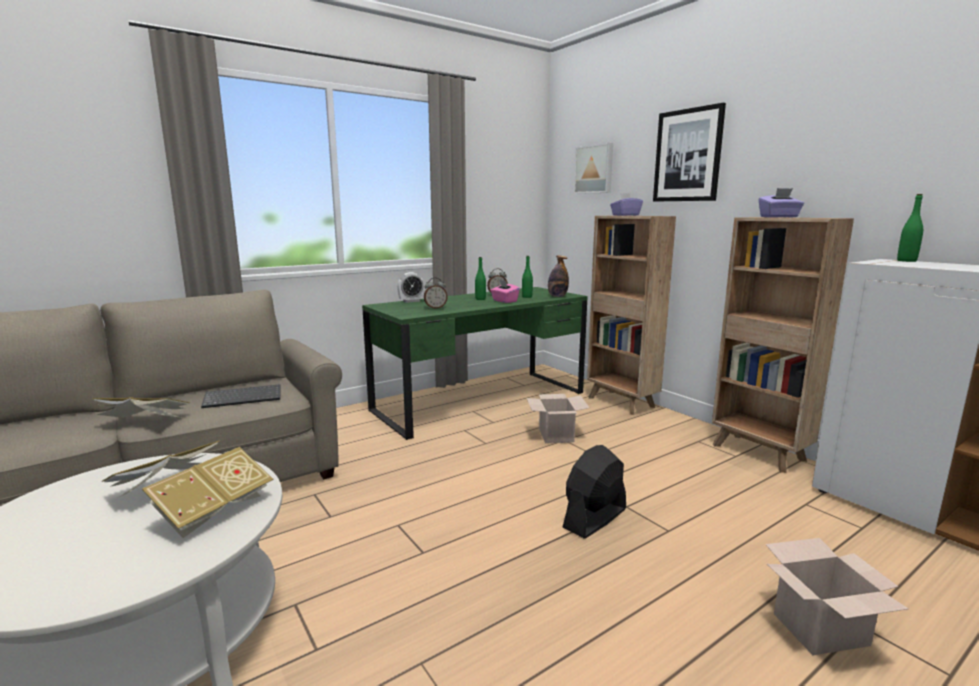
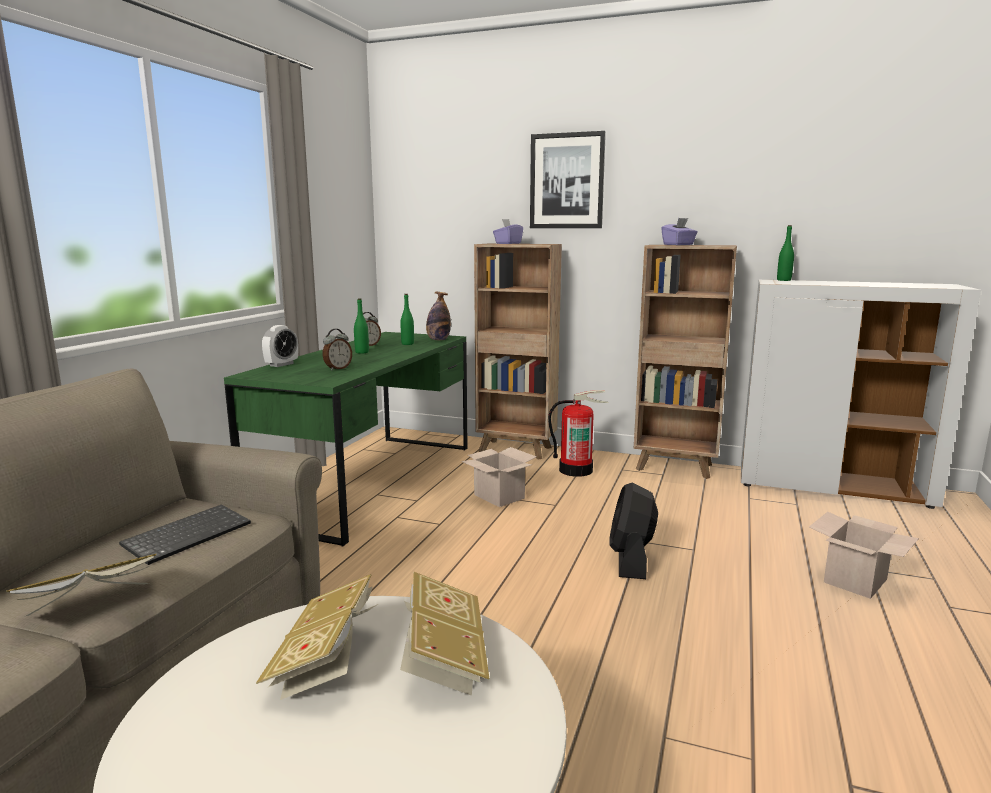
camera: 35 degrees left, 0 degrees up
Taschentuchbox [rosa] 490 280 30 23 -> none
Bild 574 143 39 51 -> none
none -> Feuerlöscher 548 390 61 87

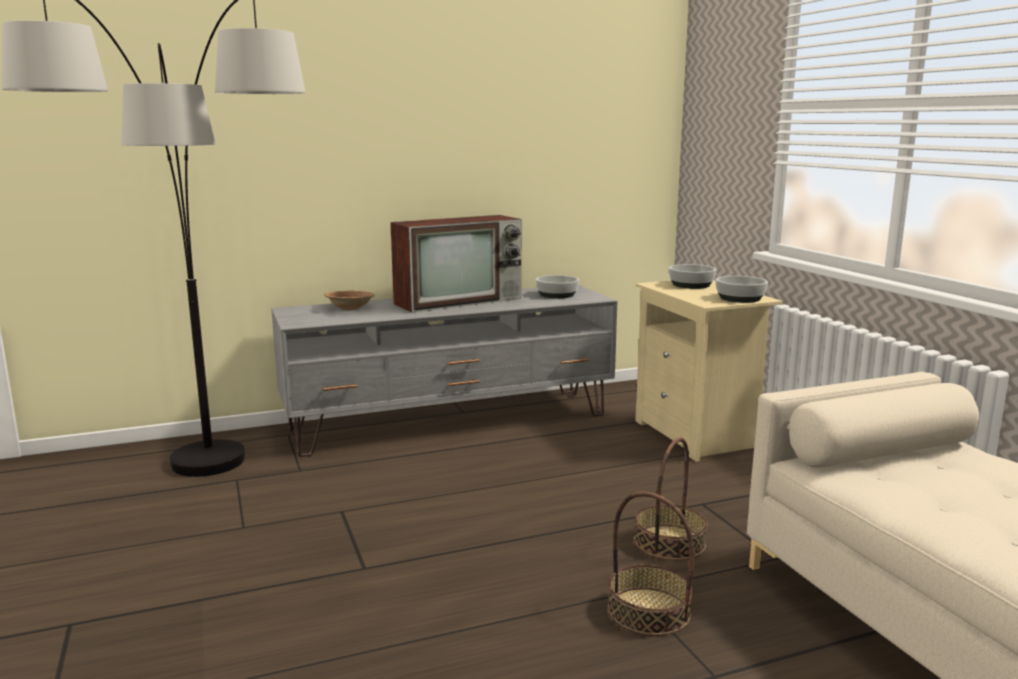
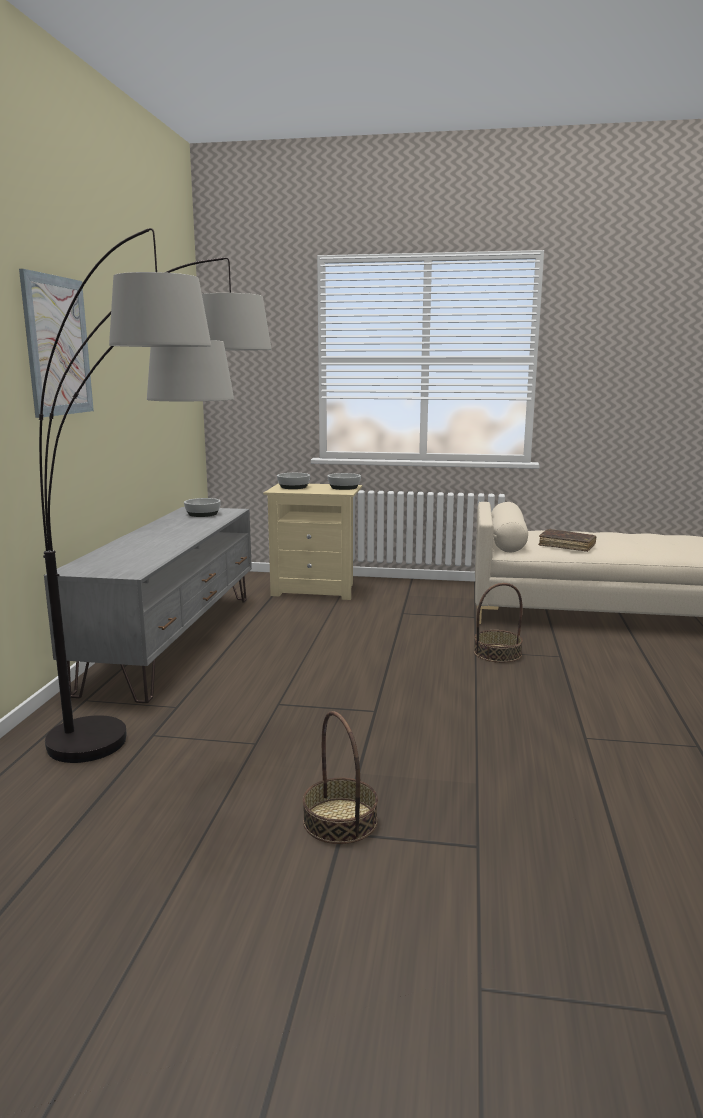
camera: 60 degrees left, 0 degrees up
Schüssel [braun] 324 290 51 20 -> none
Fernseher 391 215 130 98 -> none
Korb 634 437 74 124 -> Korb 303 711 75 133, relocated
none -> Bild 19 269 75 149
none -> Buch [braun] 538 529 58 23

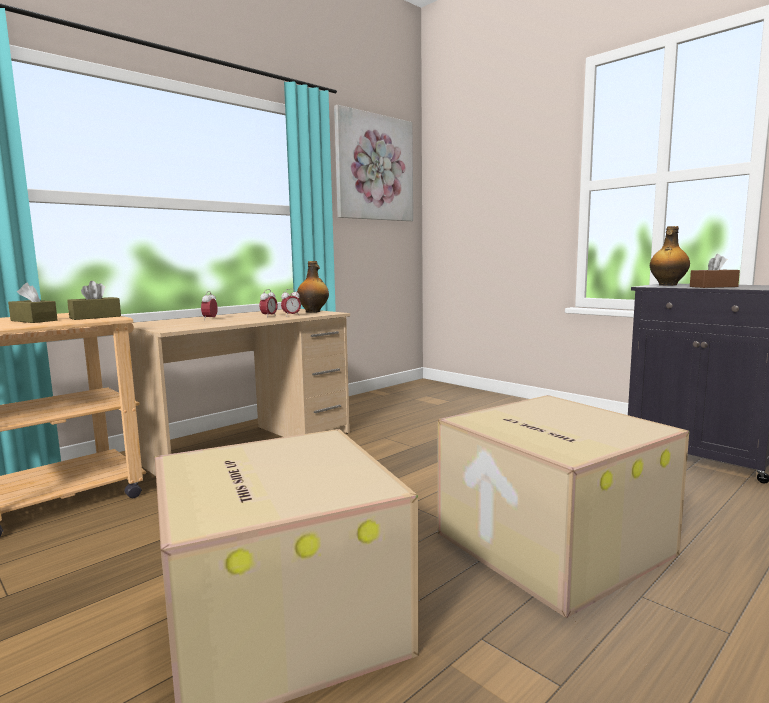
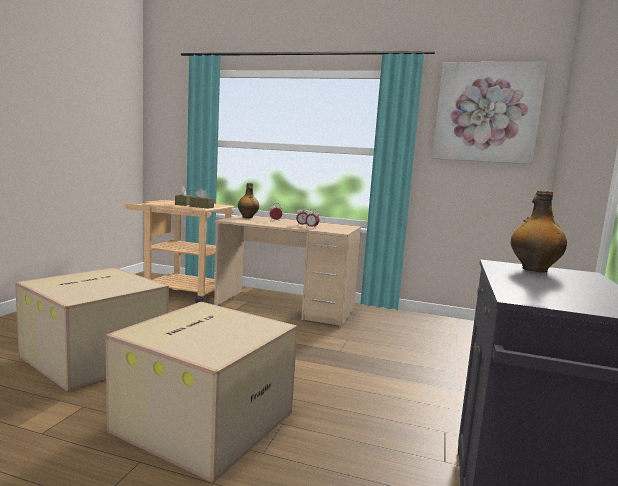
camera: 60 degrees right, 0 degrees up
Flasche 297 261 32 52 -> Flasche 238 183 21 35, relocated
Taschentuchbox [braun] 690 254 50 34 -> none

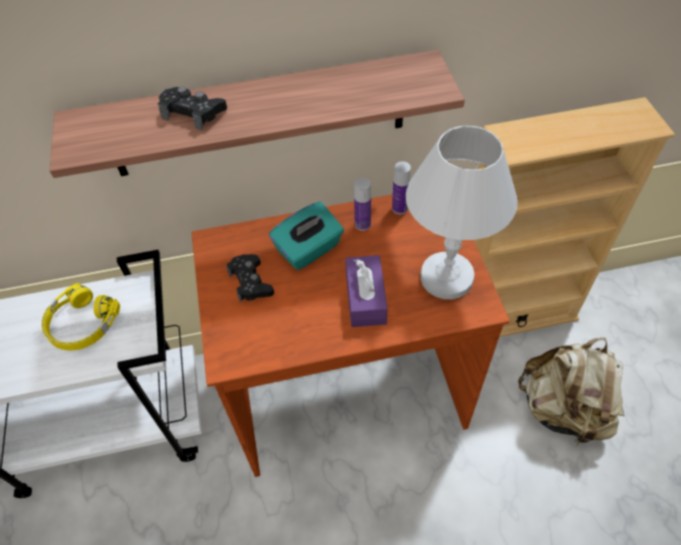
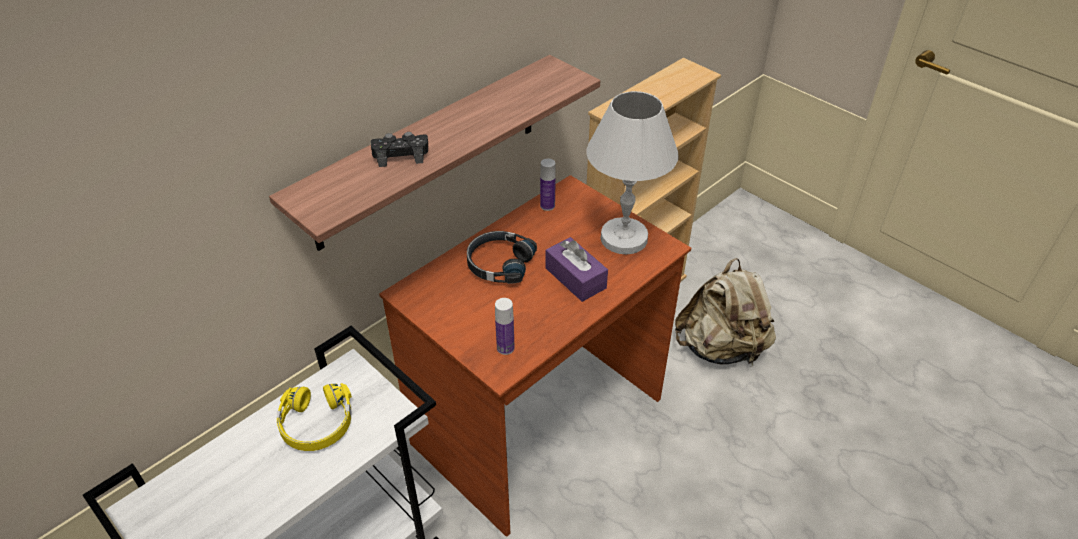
camera: 35 degrees left, 10 degrees down
Gamepad [schwarz] 226 254 48 48 -> none
Taschentuchbox [türkis] 269 202 75 68 -> Kopfhörer [schwarz] 467 231 70 53
Flasche 354 178 17 53 -> Flasche 495 298 19 57, relocated

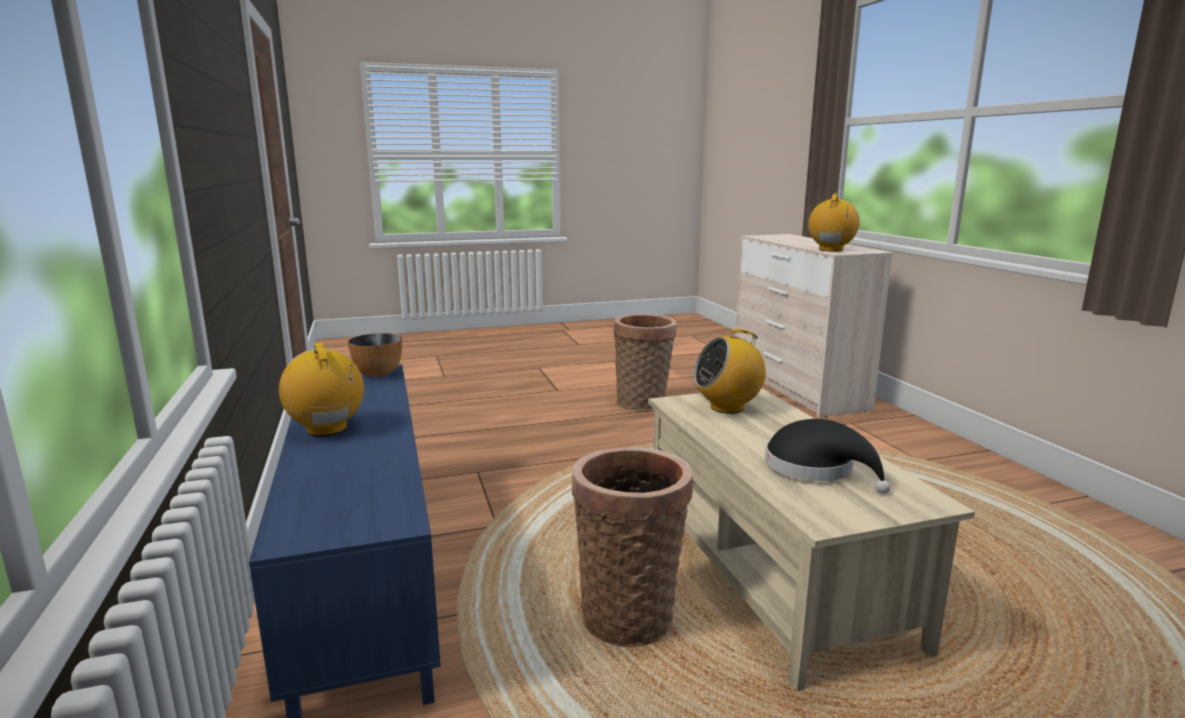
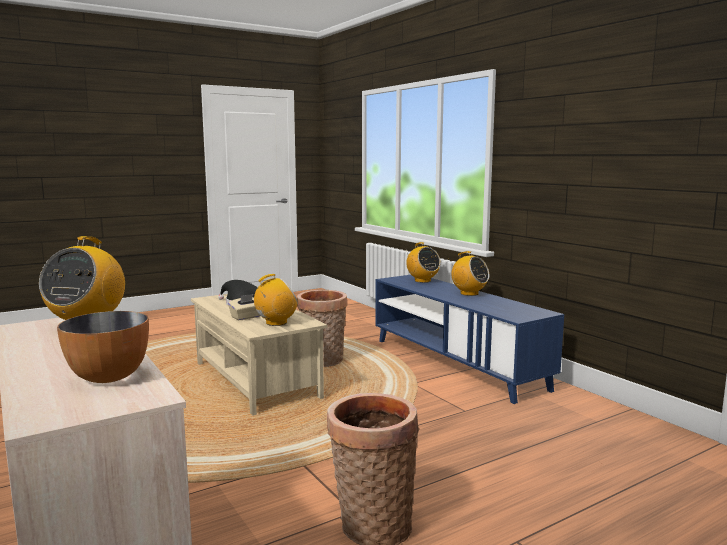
camera: 165 degrees right, 5 degrees down
Schüssel 348 333 54 44 -> Schüssel 57 311 92 72, relocated
none -> Taschentuchbox [beige] 228 294 32 26
none -> Radio 406 242 34 41

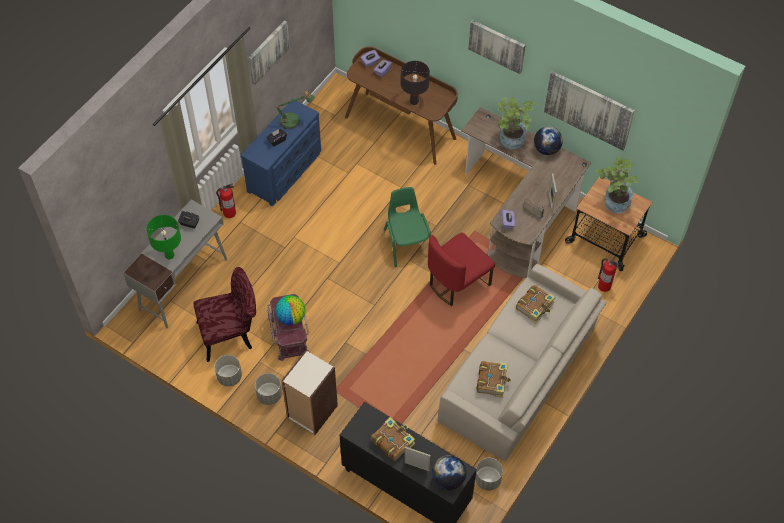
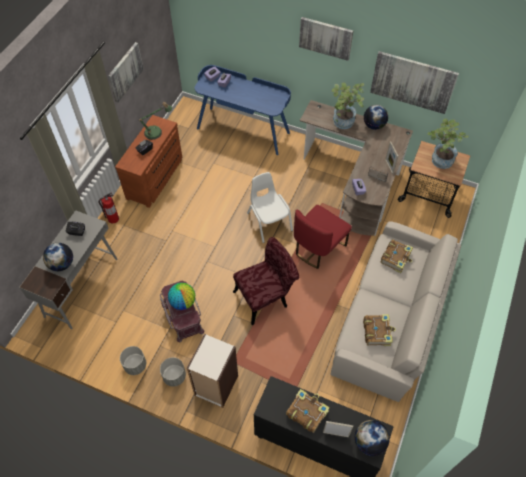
camera: 10 degrees left, 0 degrees up
Tischlampe [grün] 146 215 35 44 -> Globus 43 243 30 28
Stuhl [rot] 193 267 63 95 -> Stuhl [rot] 233 237 66 88, relocated
Kommode [blau] 241 99 80 107 -> Kommode [braun] 115 115 67 93
Schreibtisch [braun] 345 47 113 118 -> Schreibtisch [blau] 195 65 96 90
Stuhl [grün] 384 187 47 80 -> Stuhl [weiß] 247 172 46 71
Tischlampe [schwarz] 401 61 29 44 -> none
Pflanzkübel [grau] 475 458 28 33 -> none
Feuerlöscher 598 258 21 34 -> none

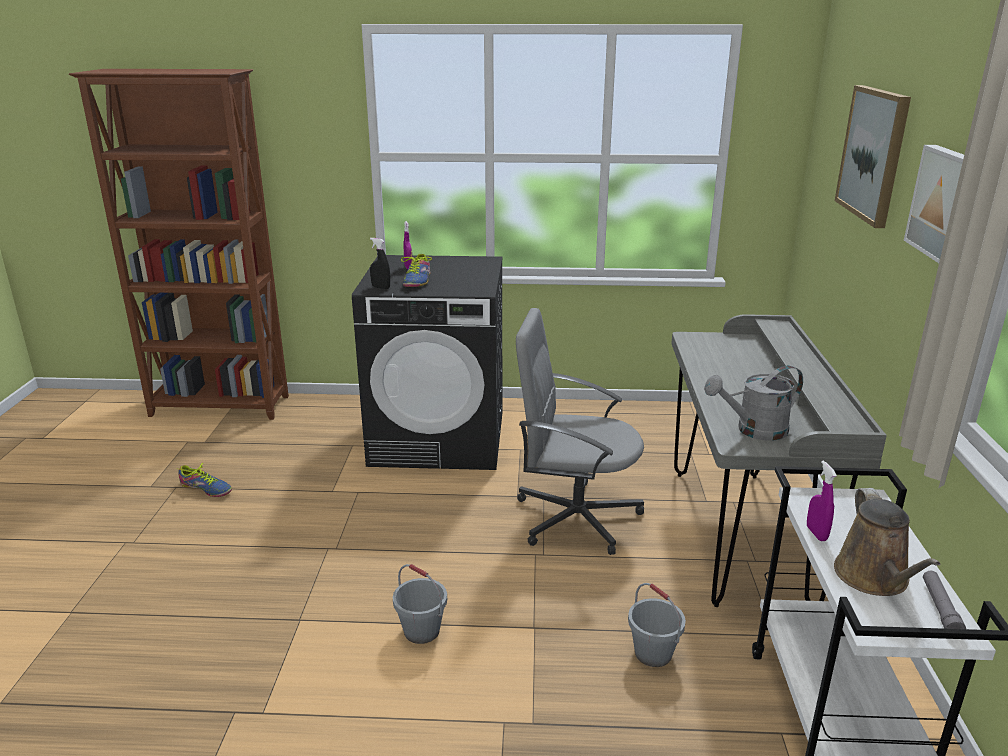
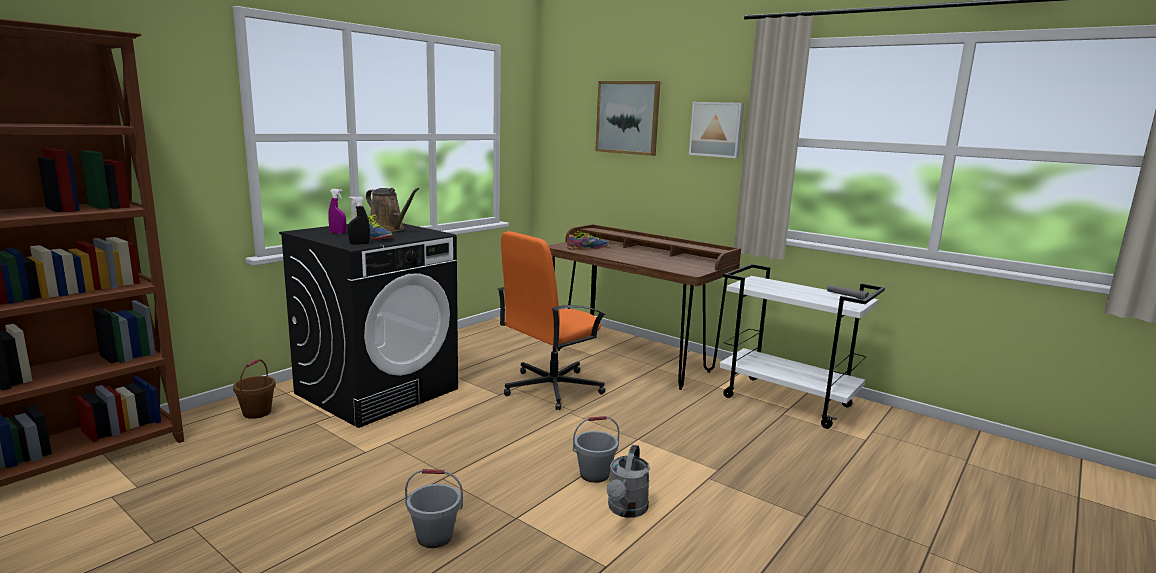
camera: 55 degrees left, 10 degrees down
Schuh 176 463 56 34 -> Schuh 567 231 41 19, relocated
Bürostuhl [grau] 516 308 128 247 -> Bürostuhl [orange] 498 231 108 179
Eimer [grau] 628 583 58 84 -> Eimer [grau] 405 469 58 79, relocated
Schreibtisch [grau] 671 314 216 293 -> Schreibtisch [braun] 548 224 193 166
Gießkanne [grau] 704 365 99 76 -> Gießkanne [grau] 607 445 43 73, relocated
Sprühflasche [lila] 807 460 30 81 -> none
Gießkanne [braun] 834 488 106 108 -> Gießkanne [braun] 366 188 53 44, relocated
none -> Eimer [braun] 233 359 43 60

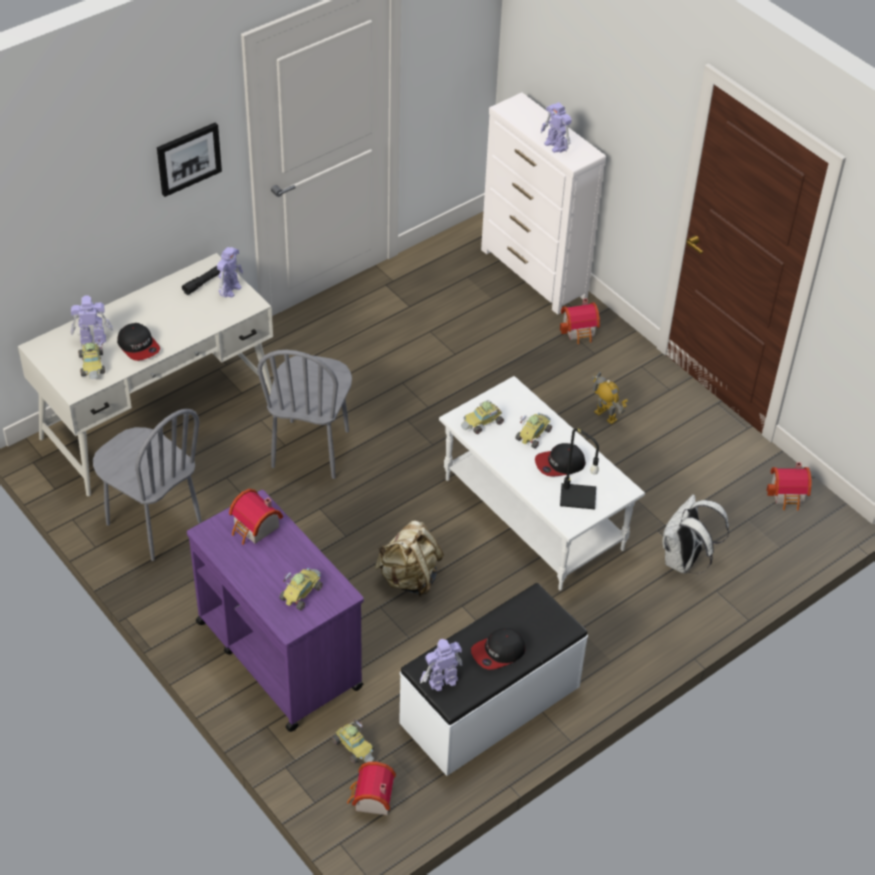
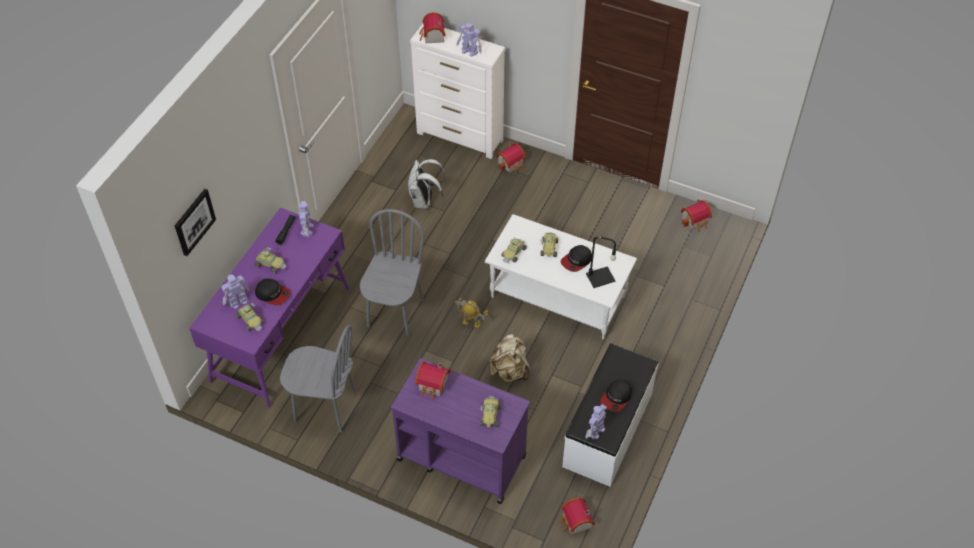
camera: 25 degrees left, 5 degrees up
Schreibtisch [weiß] 18 253 255 243 -> Schreibtisch [lila] 189 208 161 200
Bild 157 122 65 75 -> Bild 175 189 41 67, relocated
Stuhl [grau] 257 350 95 129 -> Stuhl [grau] 360 209 65 127, 150 degrees counterclockwise
Spielzeugauto 332 719 42 45 -> Spielzeugauto 255 247 31 26, relocated
Spielzeugroboter 592 371 36 53 -> Spielzeugroboter 455 298 33 30, relocated
Rucksack [weiß] 662 494 67 80 -> Rucksack [weiß] 408 159 37 50, relocated
none -> Spielzeughaus 419 12 27 31

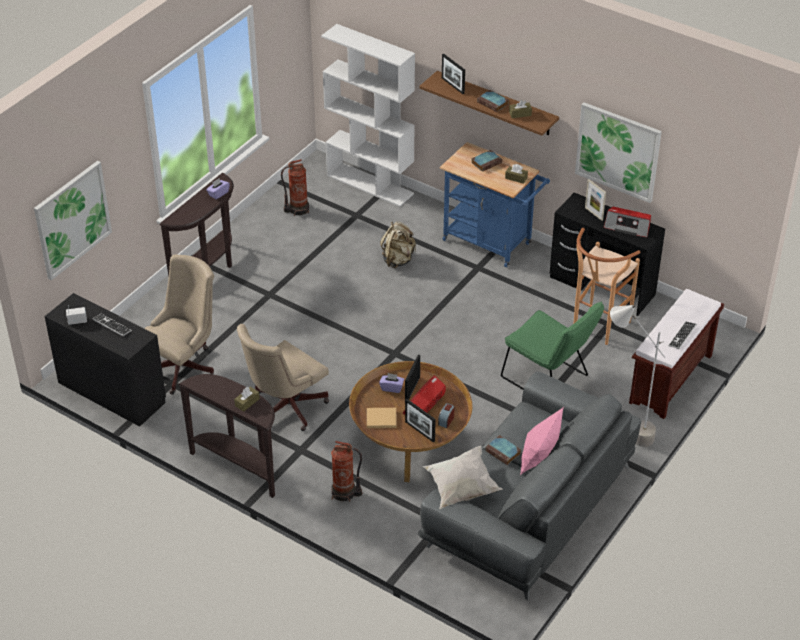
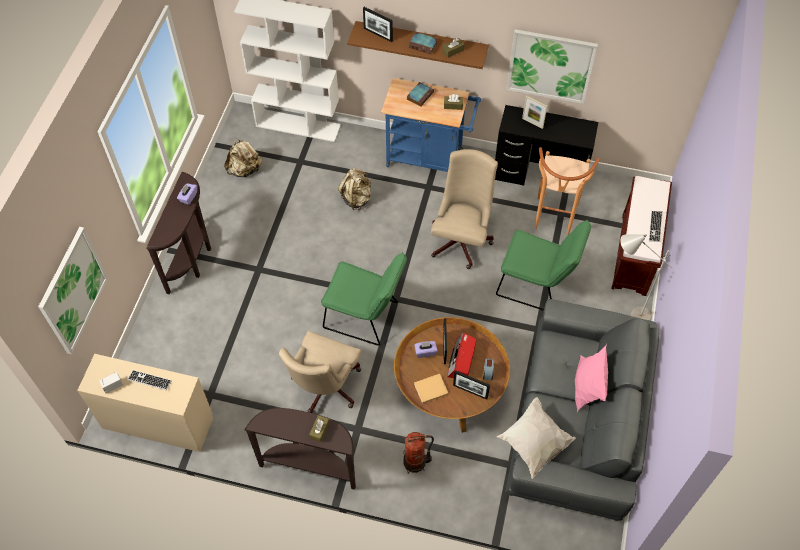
camera: 20 degrees left, 15 degrees up
Schreibtisch [schwarz] 45 293 121 134 -> Schreibtisch [beige] 77 354 136 98
Bürostuhl [beige] 144 255 70 140 -> Bürostuhl [beige] 431 149 67 120, relocated
Feuerlöscher 281 159 28 57 -> Rucksack [beige] 224 138 38 39
Buch 485 435 36 30 -> none
Radio 604 207 47 30 -> none
none -> Stuhl [grün] 321 252 86 93

